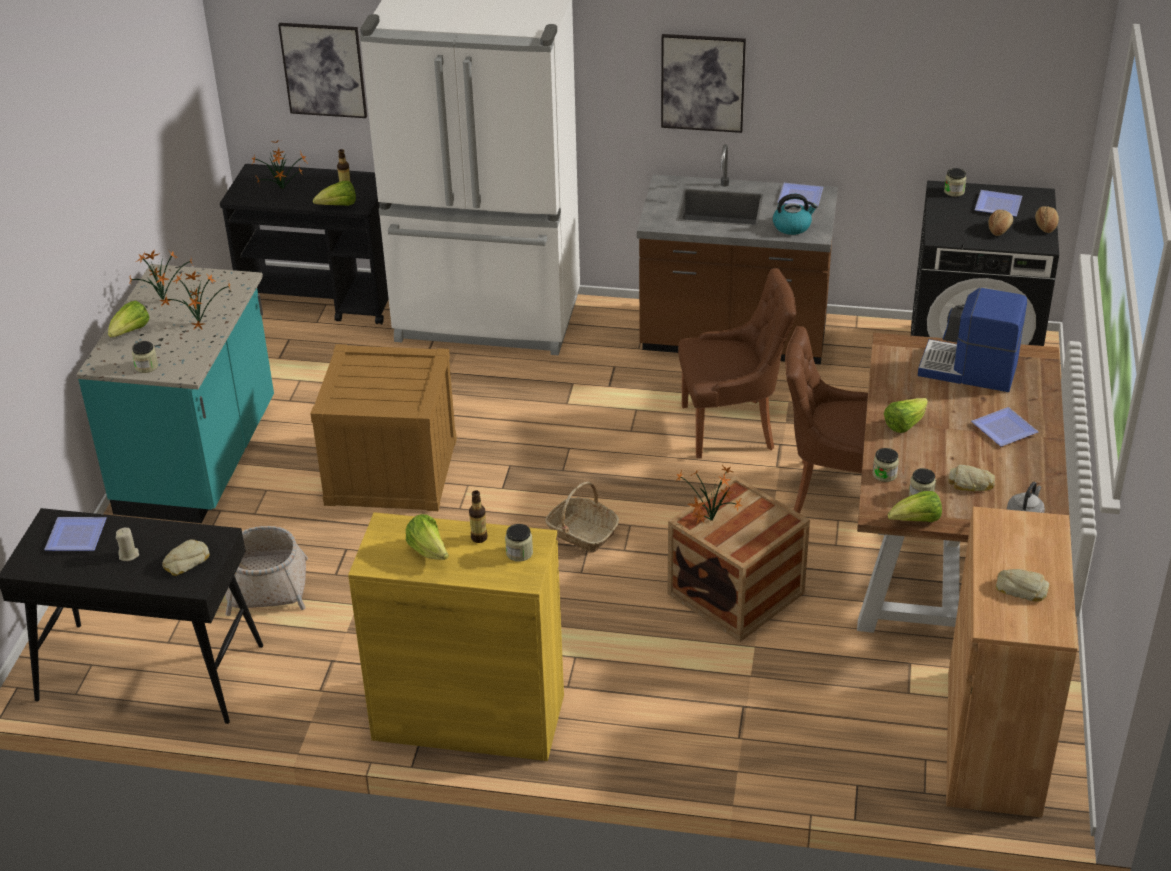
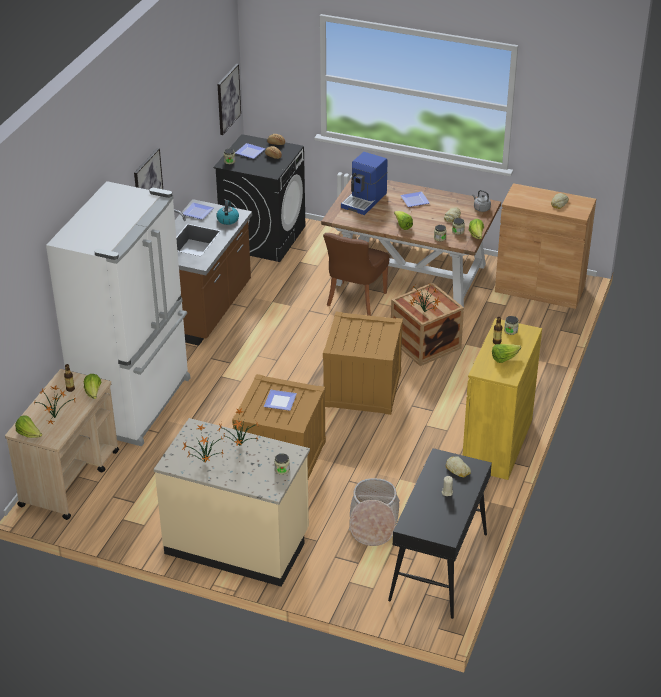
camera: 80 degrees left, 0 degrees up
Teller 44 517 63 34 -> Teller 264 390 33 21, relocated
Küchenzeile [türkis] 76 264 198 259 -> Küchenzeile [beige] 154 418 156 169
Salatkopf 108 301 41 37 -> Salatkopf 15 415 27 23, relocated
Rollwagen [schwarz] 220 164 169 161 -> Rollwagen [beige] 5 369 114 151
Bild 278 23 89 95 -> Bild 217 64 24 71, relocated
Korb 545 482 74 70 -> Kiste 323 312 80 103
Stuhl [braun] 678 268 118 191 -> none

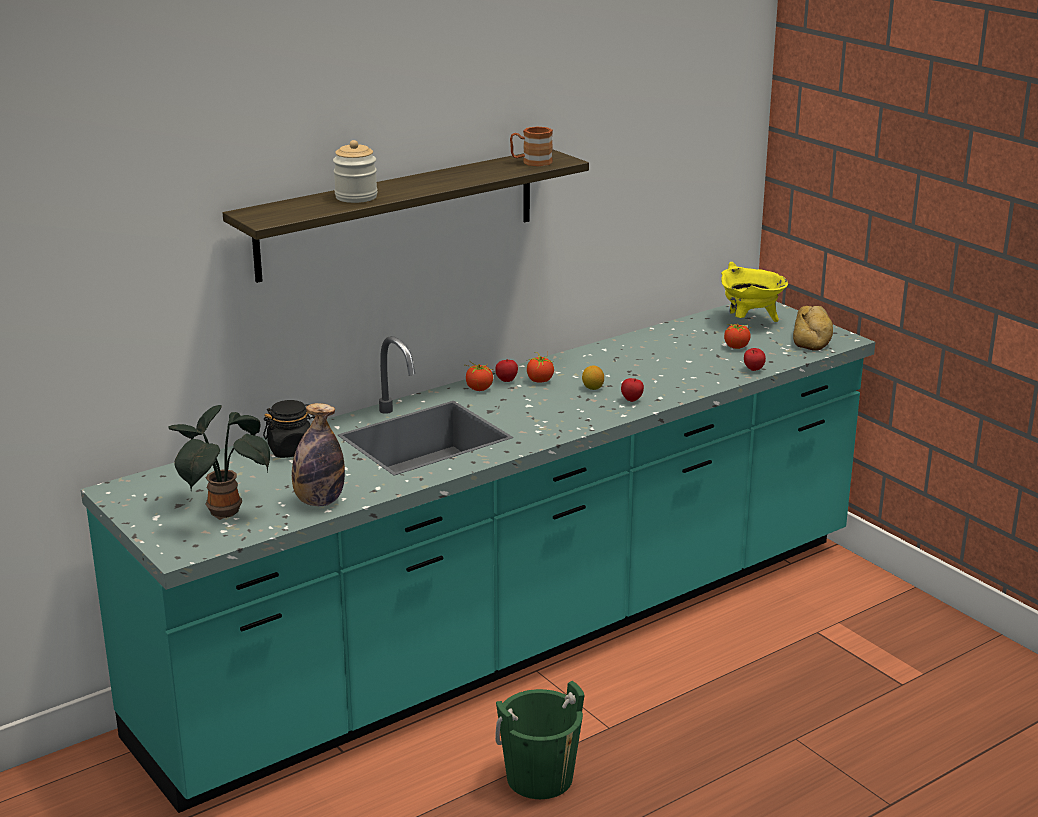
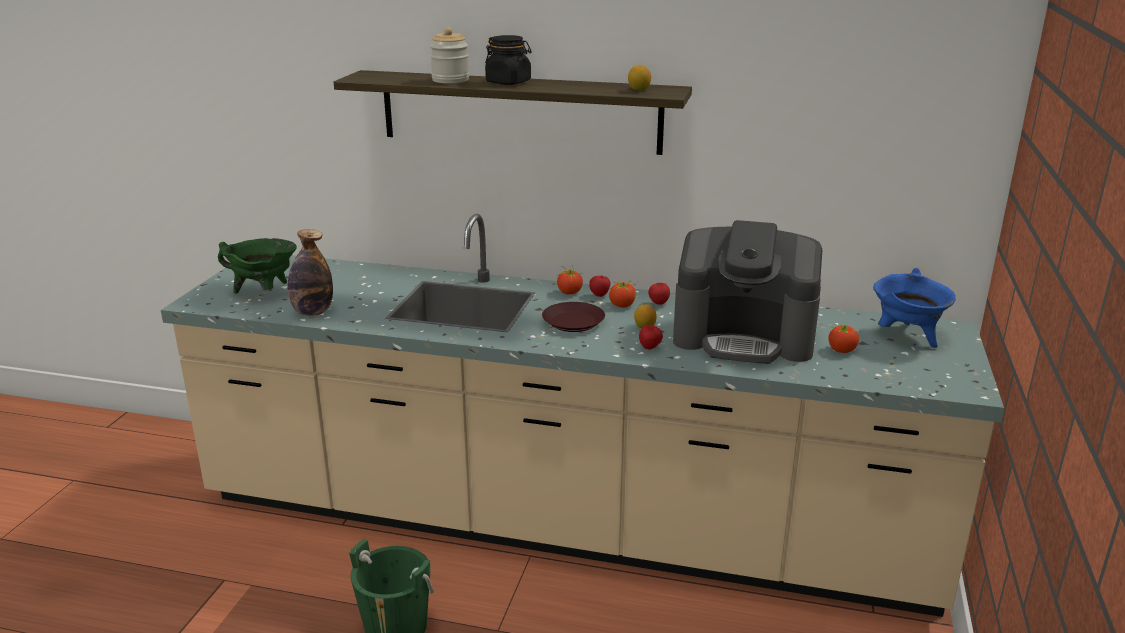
camera: 50 degrees right, 0 degrees up
Küchenzeile [türkis] 81 301 794 512 -> Küchenzeile [beige] 161 214 843 403
Topfpflanze 168 405 102 115 -> Kochtopf [grün] 218 238 79 56
Vorratsglas [schwarz] 263 400 52 58 -> Vorratsglas [schwarz] 485 35 47 50, relocated
Henkelbecher [braun] 510 126 43 40 -> Zitrone 628 65 23 25
Kochtopf [gelb] 721 262 67 60 -> Kochtopf [blau] 873 268 83 80
Apfel 744 348 22 23 -> Apfel 648 283 22 22, relocated
Brot 793 306 40 45 -> none
none -> Teller [braun] 542 302 63 30
none -> Kaffeemaschine 673 220 149 144

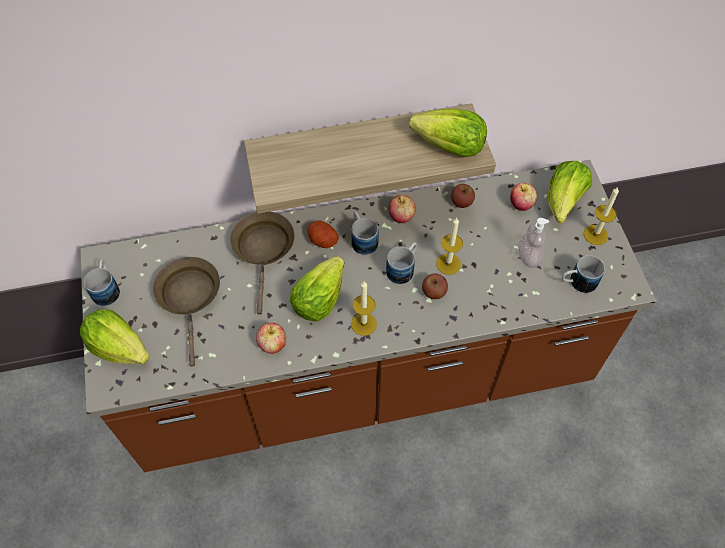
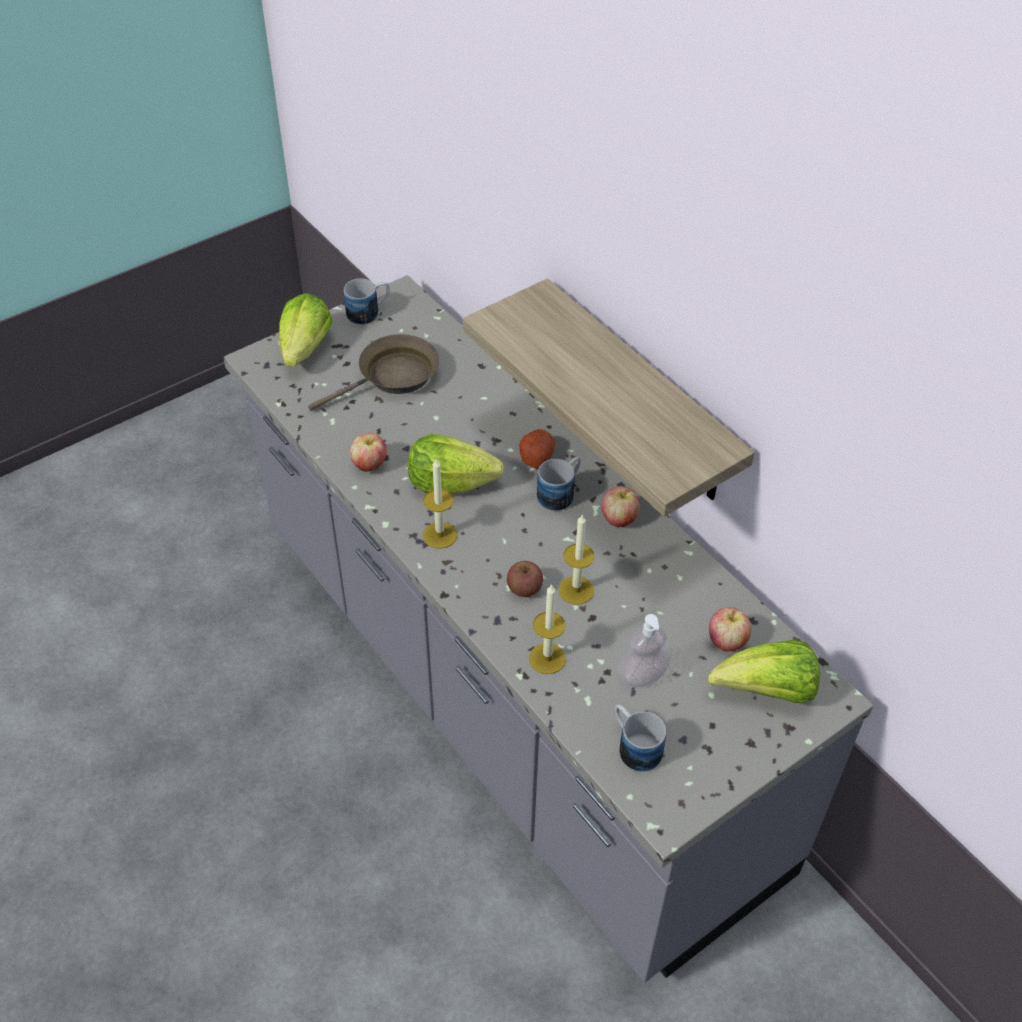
camera: 65 degrees right, 10 degrees down
Küchenzeile [braun] 80 160 576 312 -> Küchenzeile [grau] 223 275 650 708
Pfanne [braun] 230 212 65 103 -> none
Henkelbecher 386 242 31 42 -> none
Salatkopf 409 109 78 48 -> none
Apfel 451 184 24 24 -> none
Kerze 584 187 35 58 -> Kerze 529 584 37 90, relocated

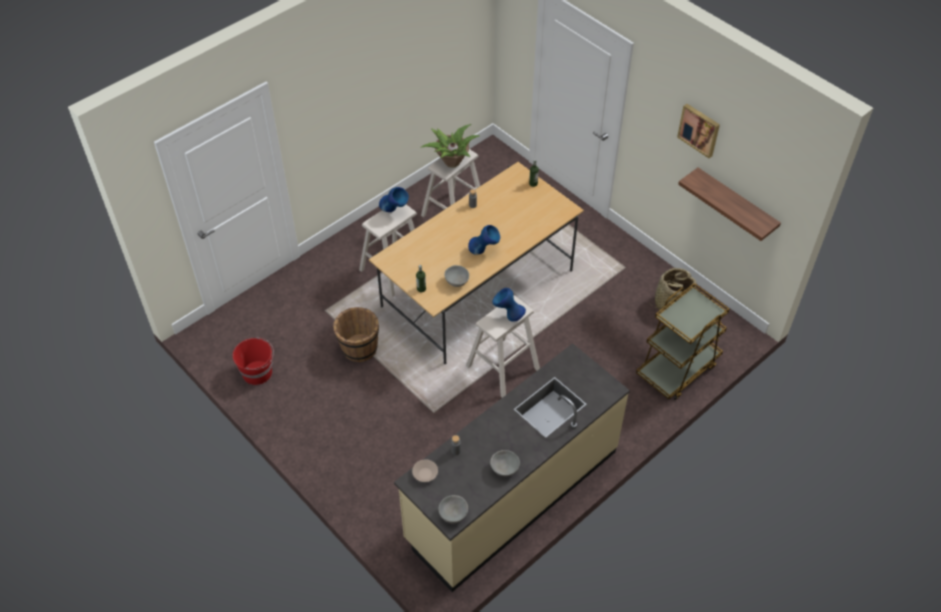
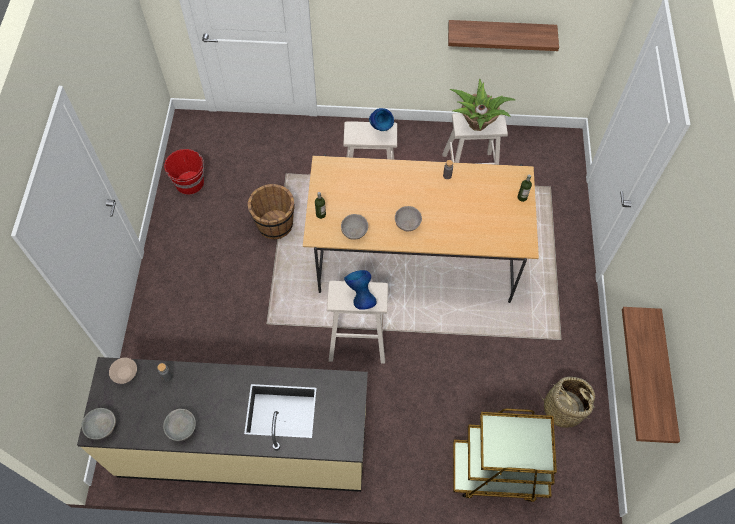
camera: 45 degrees right, 10 degrees up
Vase [blau] 468 225 32 30 -> Schüssel [grau] 395 206 27 26
Bild 677 104 43 54 -> none
none -> Wandregal 448 20 111 31

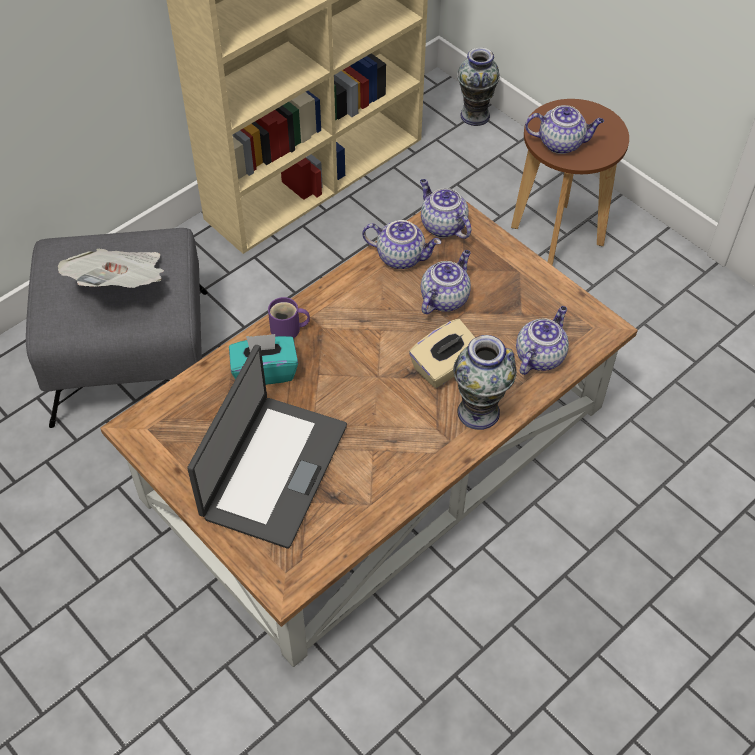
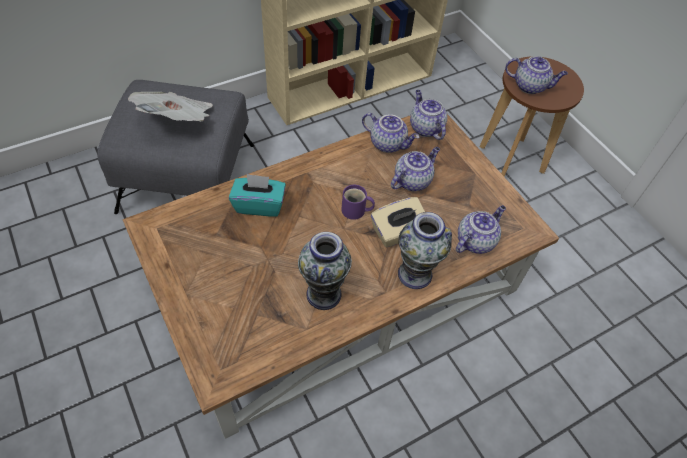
camera: 10 degrees right, 0 degrees up
Laptop 187 345 160 203 -> none
Henkelbecher [lila] 268 297 42 41 -> Henkelbecher [lila] 341 185 34 35, relocated
Vase 457 47 43 79 -> Vase 298 232 54 78, relocated

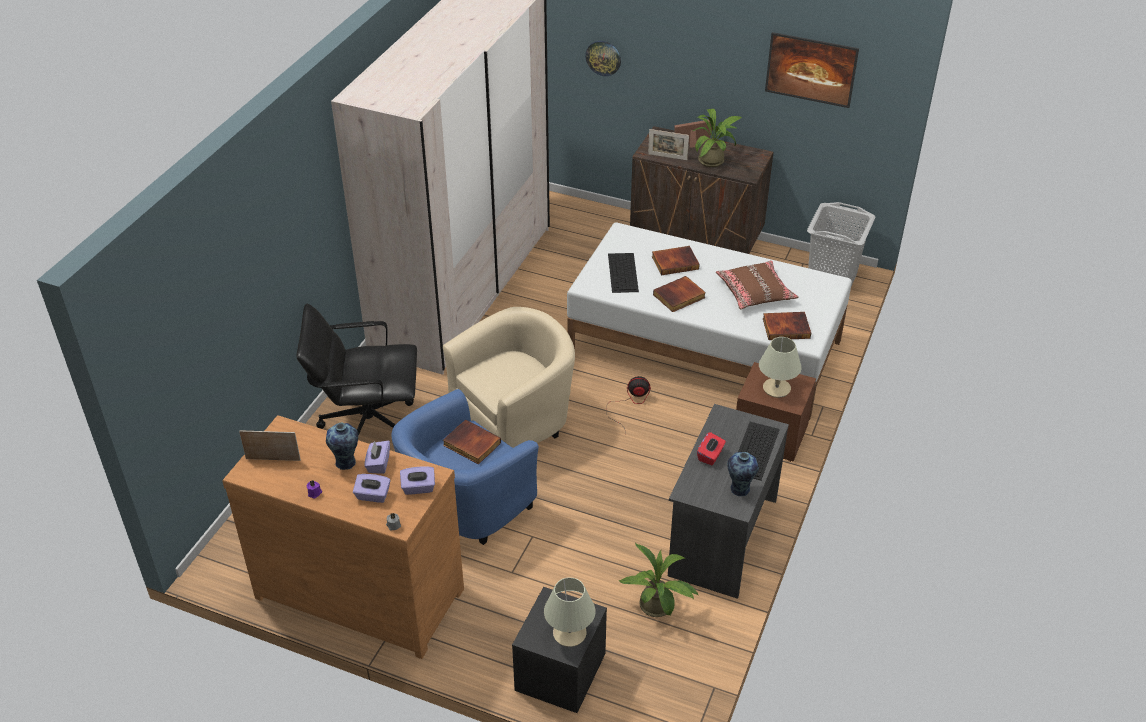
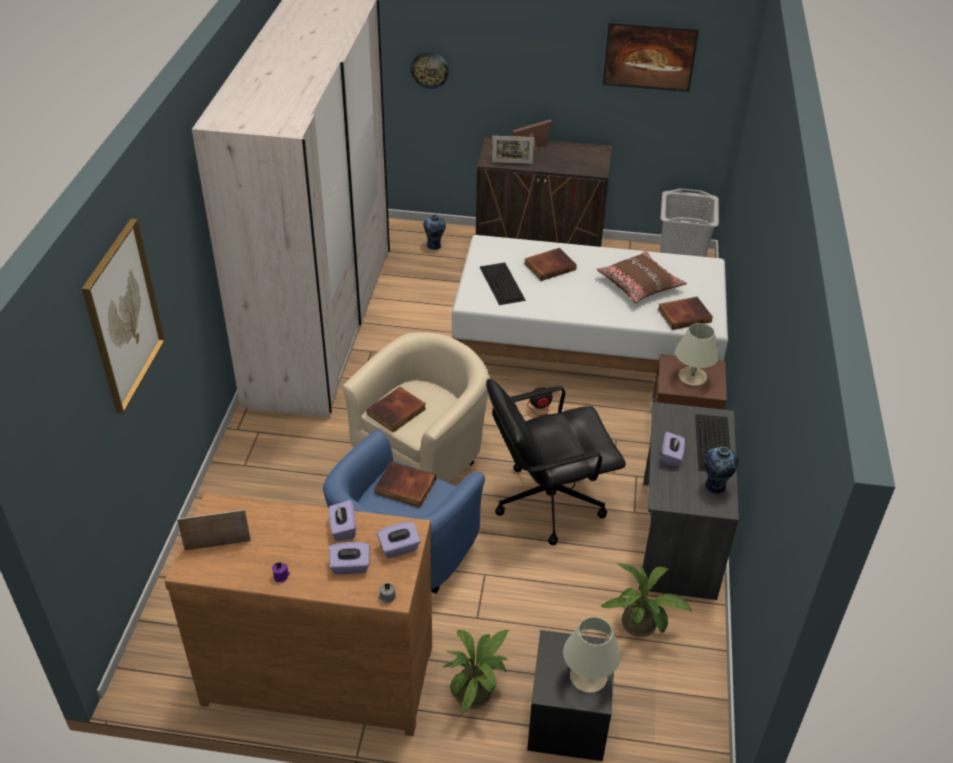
camera: 15 degrees left, 0 degrees up
Bürostuhl [schwarz] 297 304 120 132 -> Bürostuhl [schwarz] 486 379 140 166, relocated
Vase 326 423 32 47 -> Vase 423 214 23 36, relocated
Buch 653 276 53 36 -> Buch 367 387 59 45, relocated
Topfpflanze 693 109 50 58 -> Topfpflanze 442 629 68 86, relocated
Taschentuchbox [rot] 697 432 29 33 -> Taschentuchbox [lila] 662 432 23 34
none -> Bild 82 219 83 195

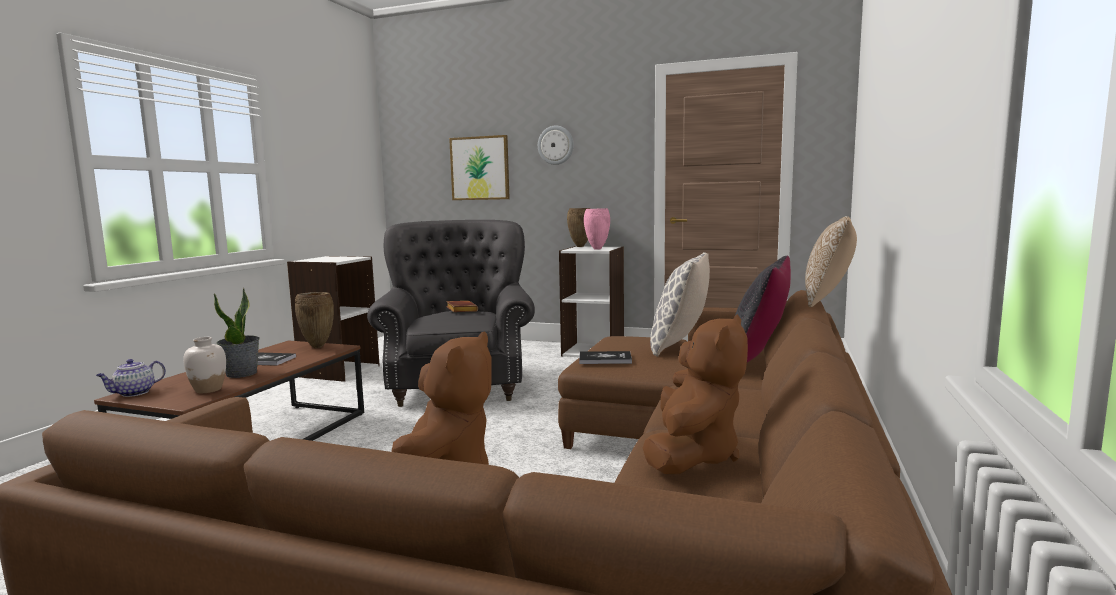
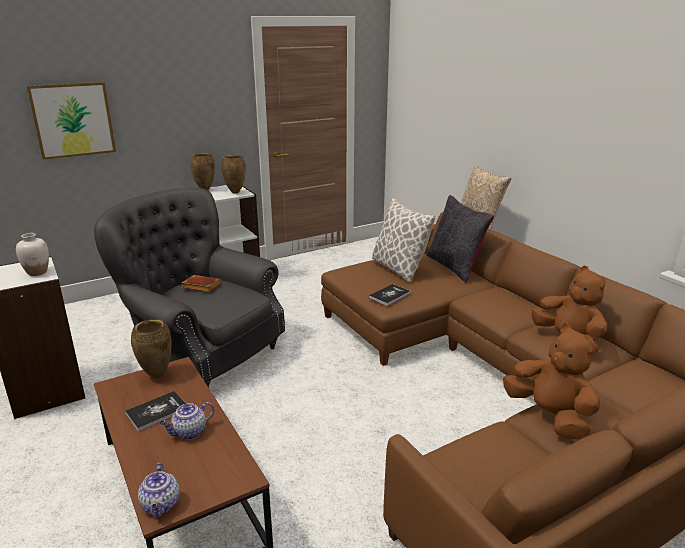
camera: 50 degrees left, 15 degrees up
Vase [weiß] 183 337 43 56 -> Vase [weiß] 16 233 33 43, relocated
Topfpflanze 214 288 46 90 -> Teekanne 160 402 54 37
Wanduhr 538 126 36 39 -> none
Vase [rosa] 584 208 26 42 -> Vase [braun] 221 155 25 39

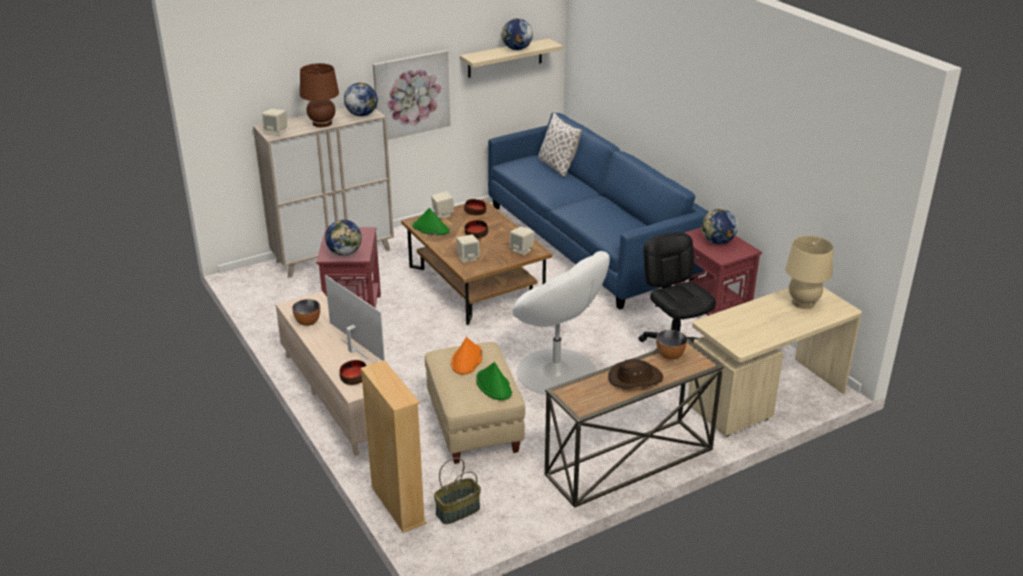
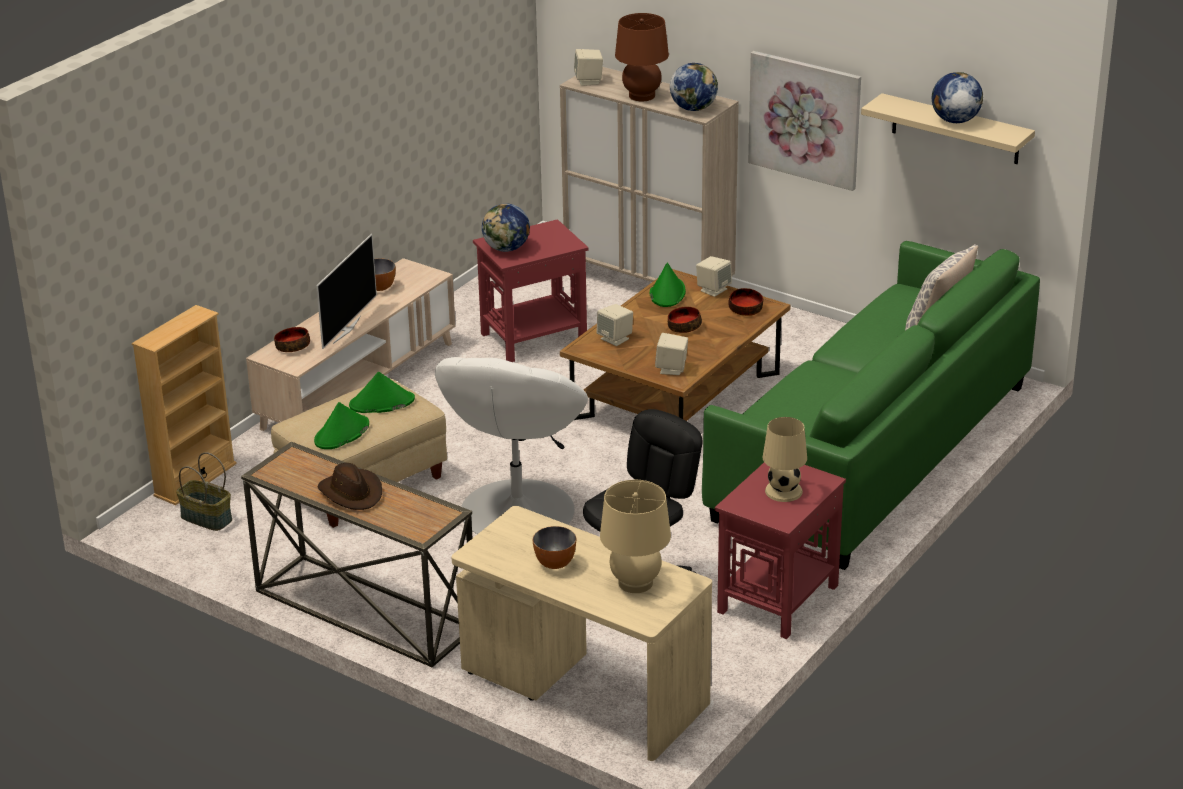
camera: 65 degrees right, 0 degrees up
Hut [orange] 451 337 31 38 -> Hut [grün] 349 372 66 41
Sofa [blau] 488 113 221 196 -> Sofa [grün] 702 241 338 329
Schüssel 656 330 31 30 -> Schüssel 533 526 43 43, relocated
Globus 701 209 37 35 -> Tischlampe [beige] 762 417 45 85

